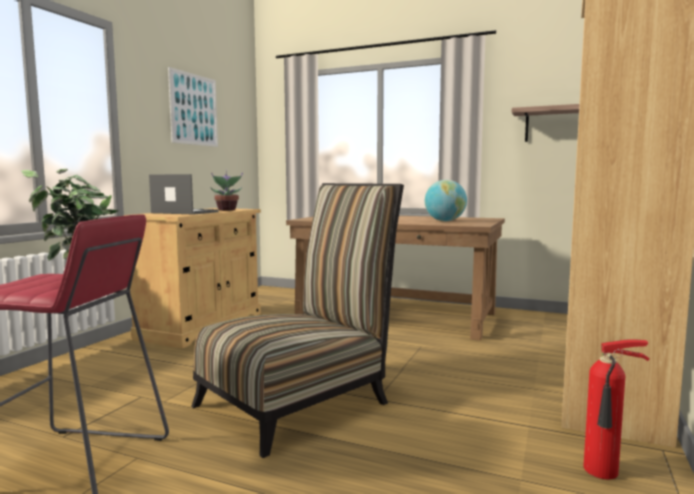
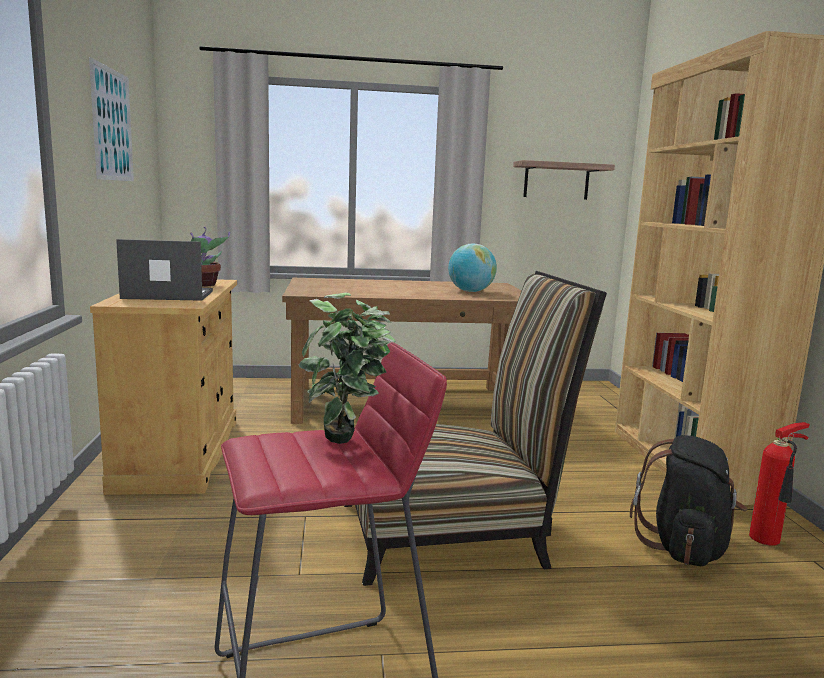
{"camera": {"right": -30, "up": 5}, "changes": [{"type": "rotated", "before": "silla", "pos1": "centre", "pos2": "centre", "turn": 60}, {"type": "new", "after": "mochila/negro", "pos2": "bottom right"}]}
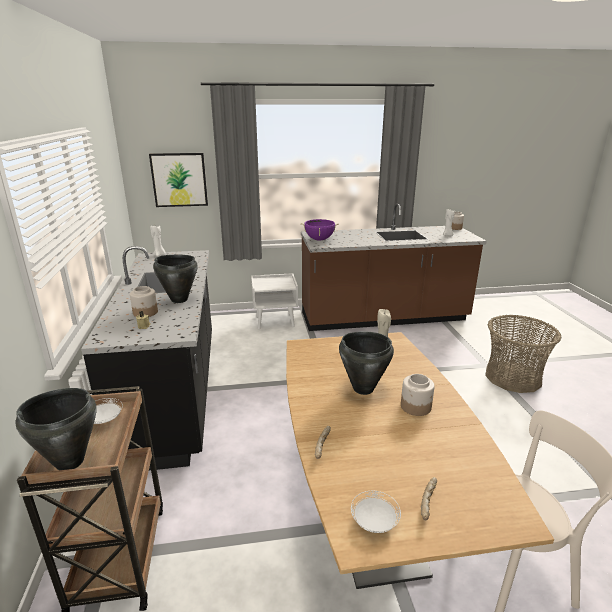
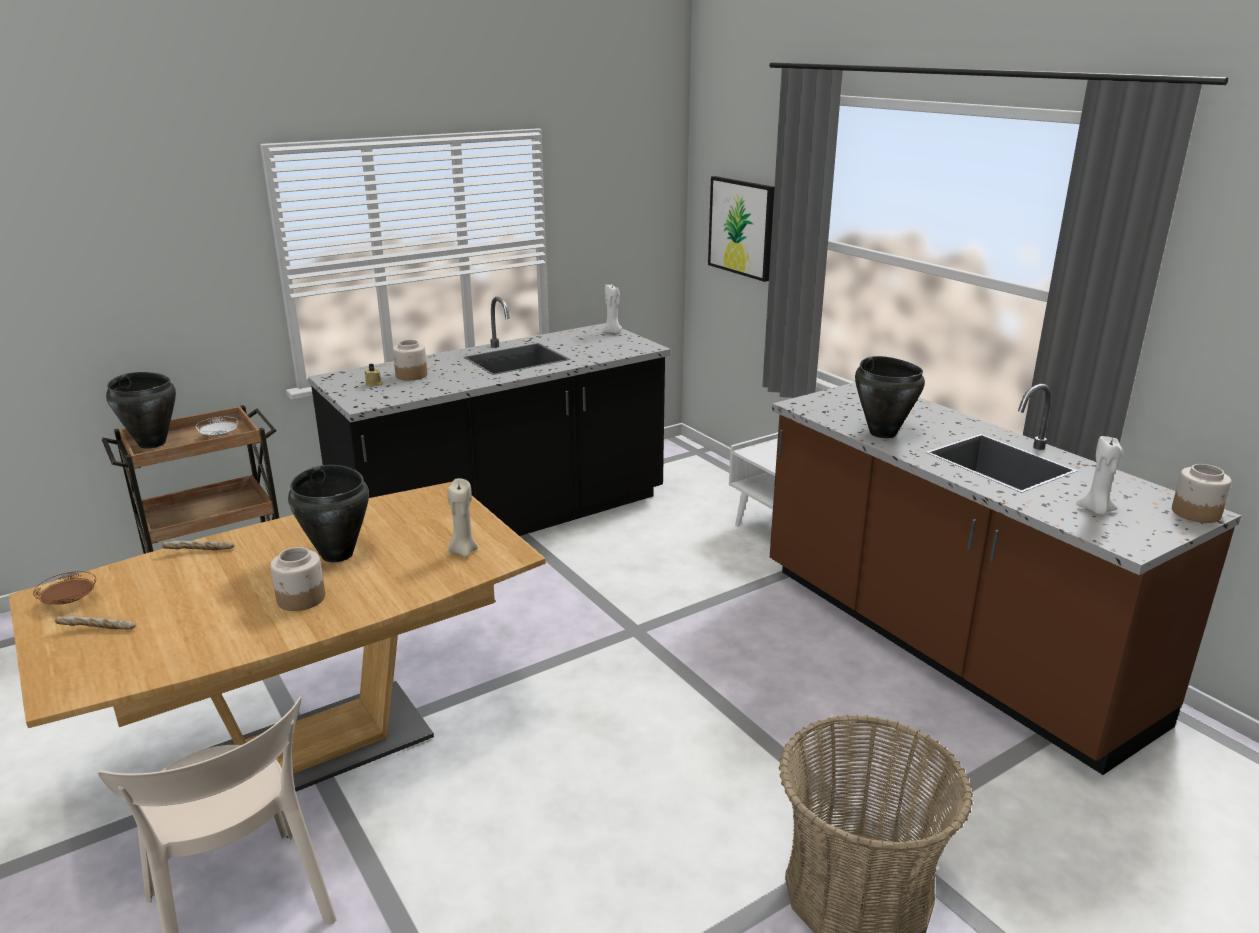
{"camera": {"right": 65, "up": 0}, "changes": [{"type": "shifted", "before": "olla/negro (no. 2 from left in the first image)", "after": "olla/negro (no. 3 from left)", "pos1": "middle left", "pos2": "middle right"}, {"type": "gone", "before": "olla/morado", "pos1": "centre"}, {"type": "repainted", "before": "plato/blanco (no. 2 from left)", "after": "plato/marrón", "pos1": "bottom centre", "pos2": "middle left"}]}
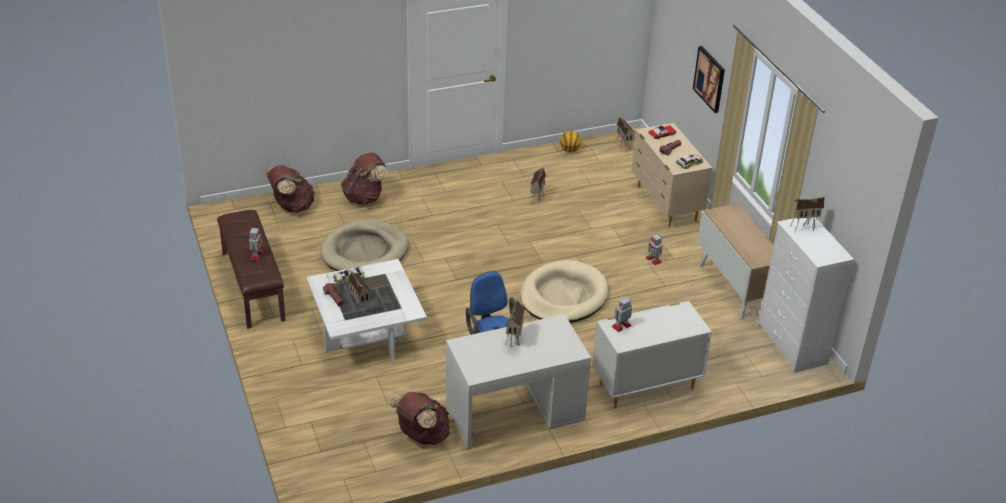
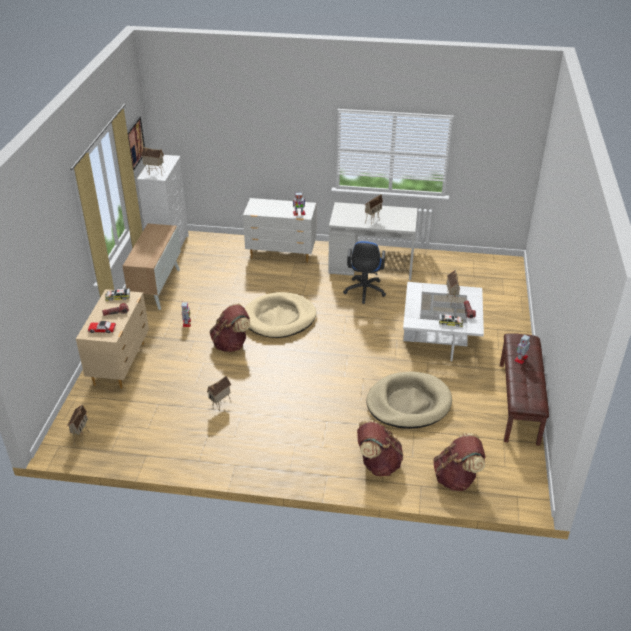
{"camera": {"right": -150, "up": 0}, "changes": [{"type": "shifted", "before": "mochila/marrón (no. 3 from left in the first image)", "after": "mochila/marrón (no. 1 from left)", "pos1": "bottom centre", "pos2": "centre"}, {"type": "gone", "before": "balón de baloncesto", "pos1": "top centre"}, {"type": "shifted", "before": "cuadro", "pos1": "top right", "pos2": "top left"}]}
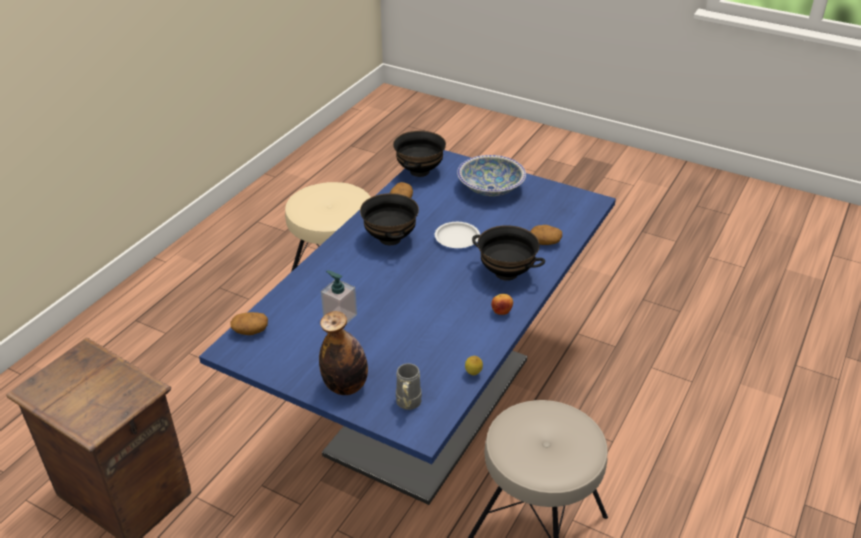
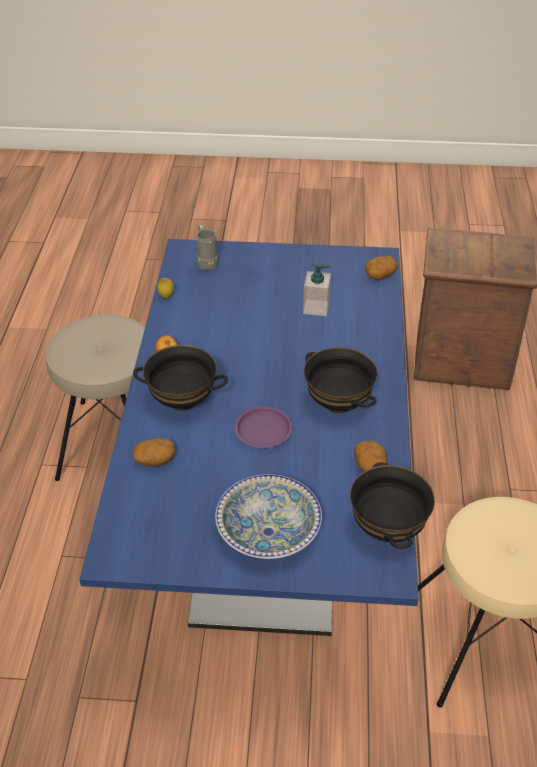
{"camera": {"right": 155, "up": 5}, "changes": [{"type": "gone", "before": "botella", "pos1": "centre"}, {"type": "repainted", "before": "plato/blanco", "after": "plato/morado", "pos1": "centre", "pos2": "centre"}]}
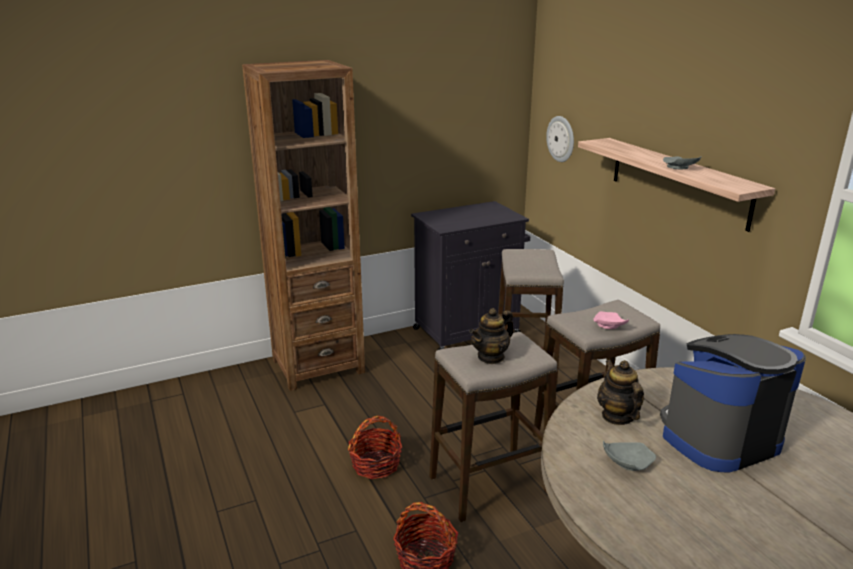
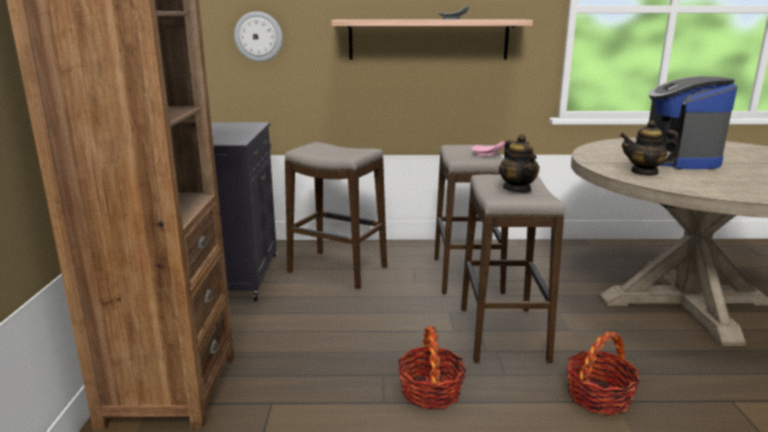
{"camera": {"right": -65, "up": -5}, "changes": [{"type": "gone", "before": "plato/gris (no. 1 from left)", "pos1": "bottom right"}]}
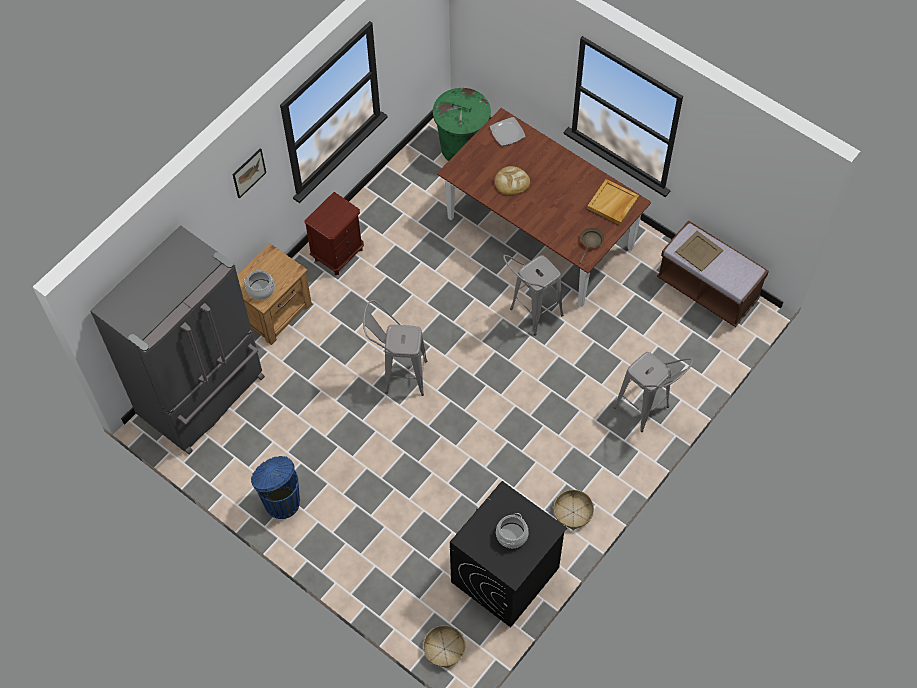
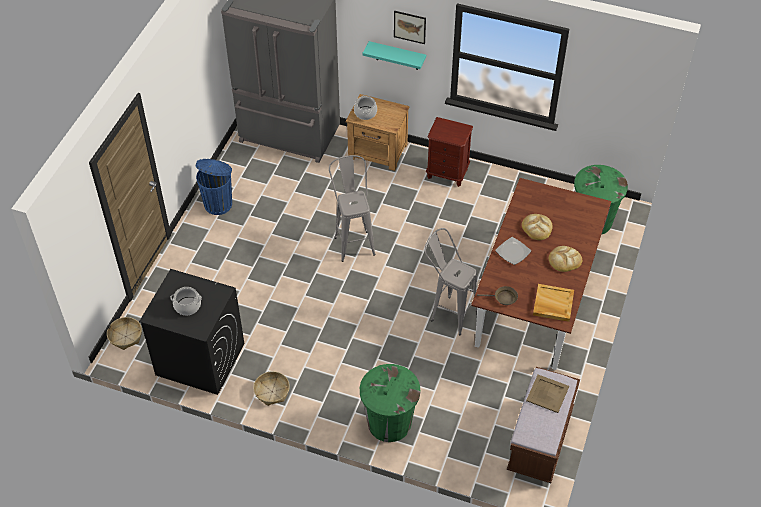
{"camera": {"right": 70, "up": -10}, "changes": [{"type": "shifted", "before": "plato", "pos1": "top centre", "pos2": "middle right"}, {"type": "swapped", "before": "taburete/gris (no. 3 from left)", "after": "papelera/verde (no. 1 from left)", "pos1": "middle right", "pos2": "bottom centre"}, {"type": "new", "after": "estante/turquesa", "pos2": "top centre"}, {"type": "new", "after": "pan (no. 2 from left)", "pos2": "middle right"}]}
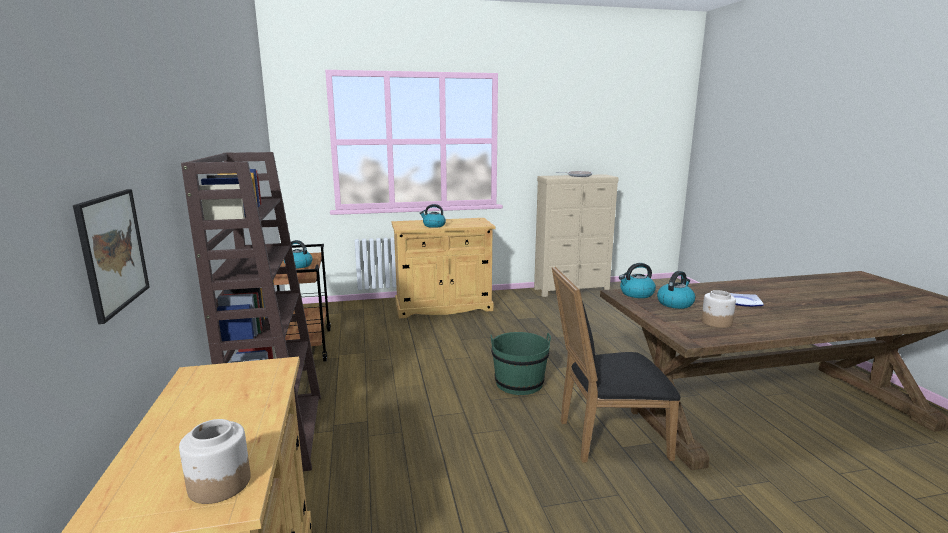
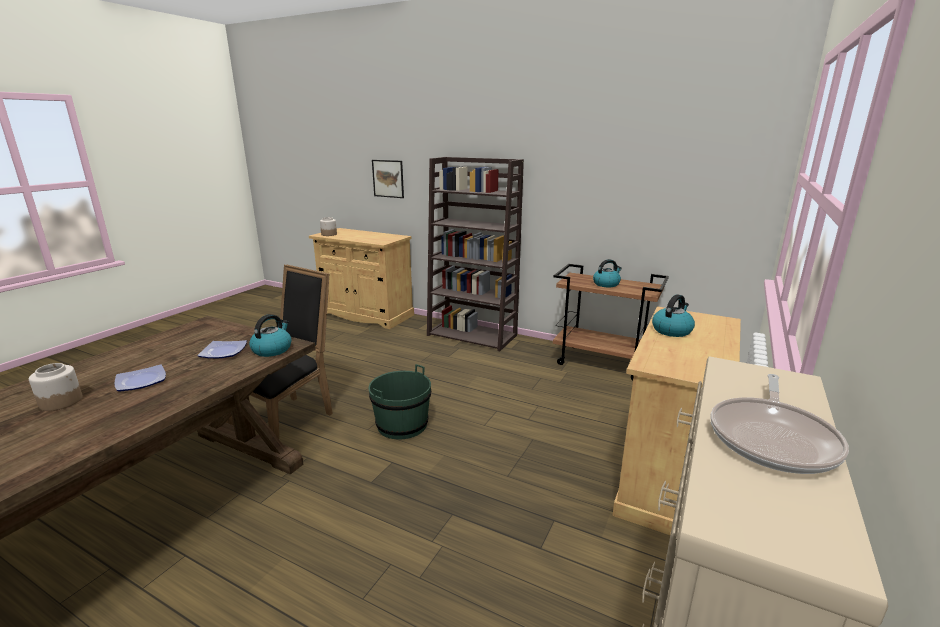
{"camera": {"right": 130, "up": 5}, "changes": [{"type": "swapped", "before": "hervidor (no. 4 from left)", "after": "plato (no. 2 from left)", "pos1": "middle right", "pos2": "middle left"}, {"type": "shifted", "before": "tarro (no. 2 from left in the first image)", "after": "tarro (no. 1 from left)", "pos1": "middle right", "pos2": "middle left"}]}
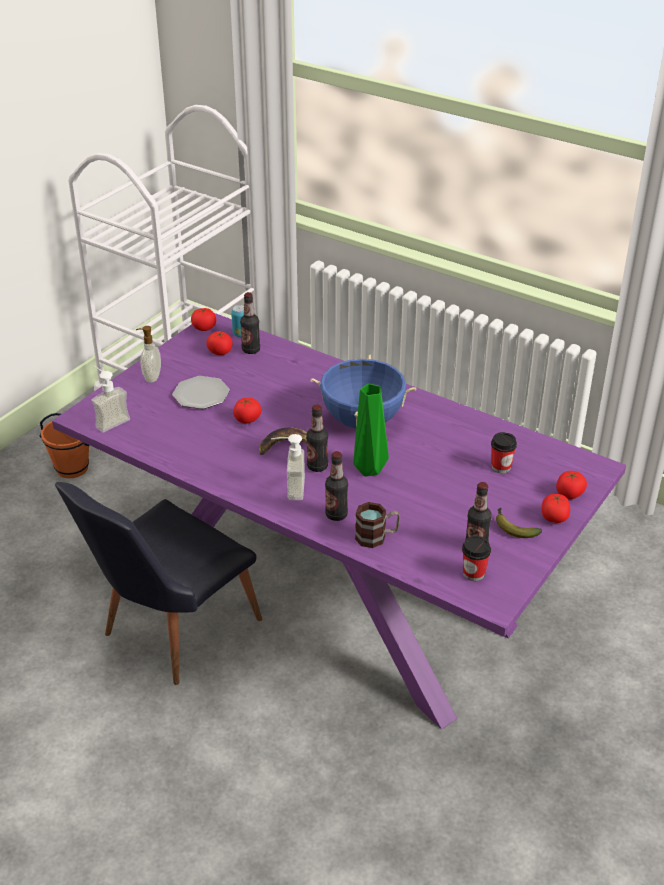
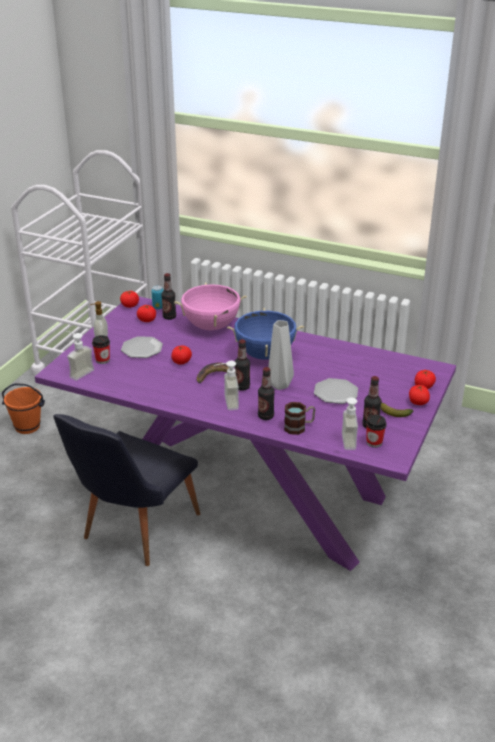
{"camera": {"right": -10, "up": -5}, "changes": [{"type": "repainted", "before": "florero/verde", "after": "florero/gris", "pos1": "centre", "pos2": "centre"}, {"type": "shifted", "before": "taza (no. 2 from left in the first image)", "after": "taza (no. 1 from left)", "pos1": "middle right", "pos2": "middle left"}, {"type": "new", "after": "olla/rosa", "pos2": "centre"}, {"type": "new", "after": "plato (no. 2 from left)", "pos2": "middle right"}, {"type": "new", "after": "dispensador de jabón (no. 4 from left)", "pos2": "middle right"}]}
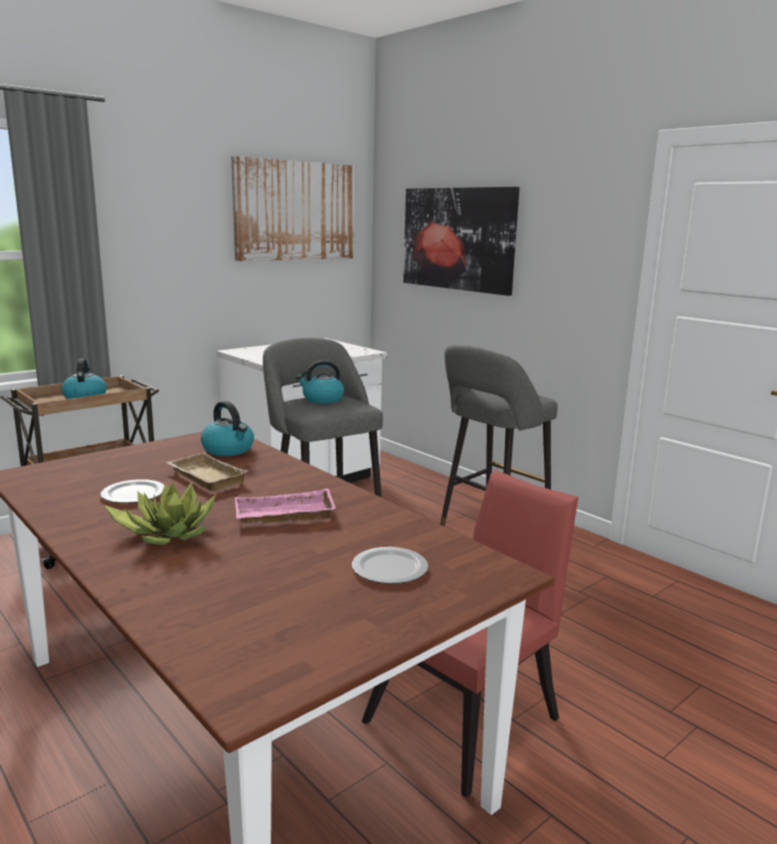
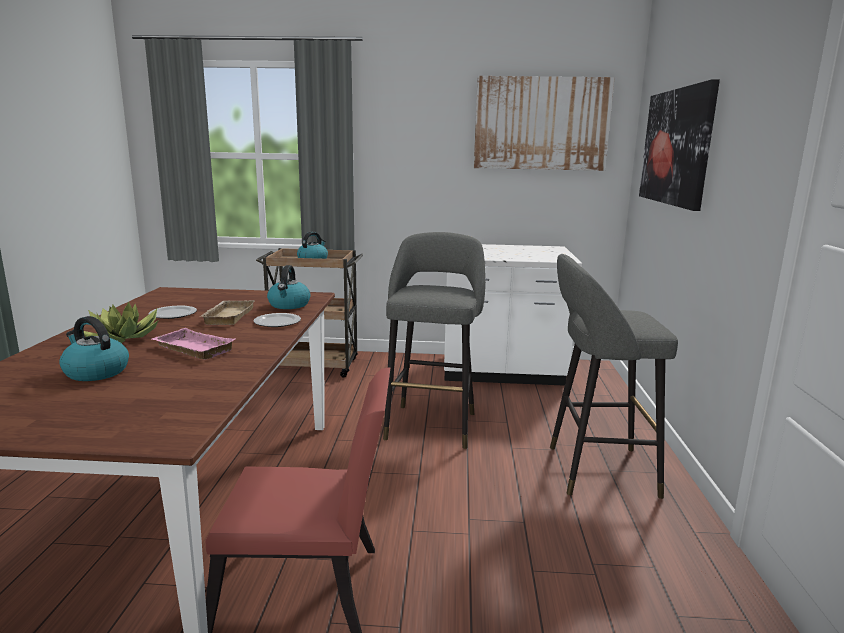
{"camera": {"right": 45, "up": 0}, "changes": [{"type": "shifted", "before": "hervidor (no. 3 from left in the first image)", "after": "hervidor (no. 1 from left)", "pos1": "centre", "pos2": "middle left"}, {"type": "shifted", "before": "plato (no. 2 from left)", "pos1": "bottom centre", "pos2": "middle left"}]}
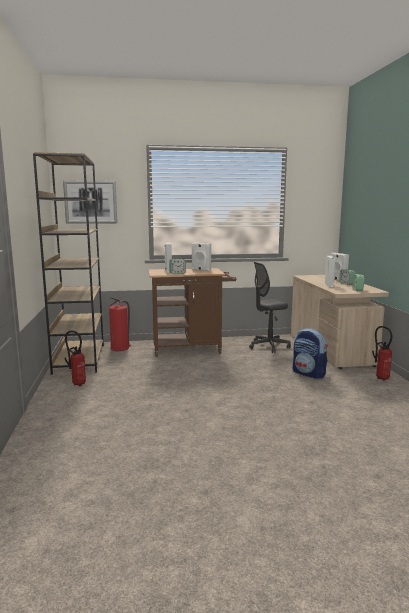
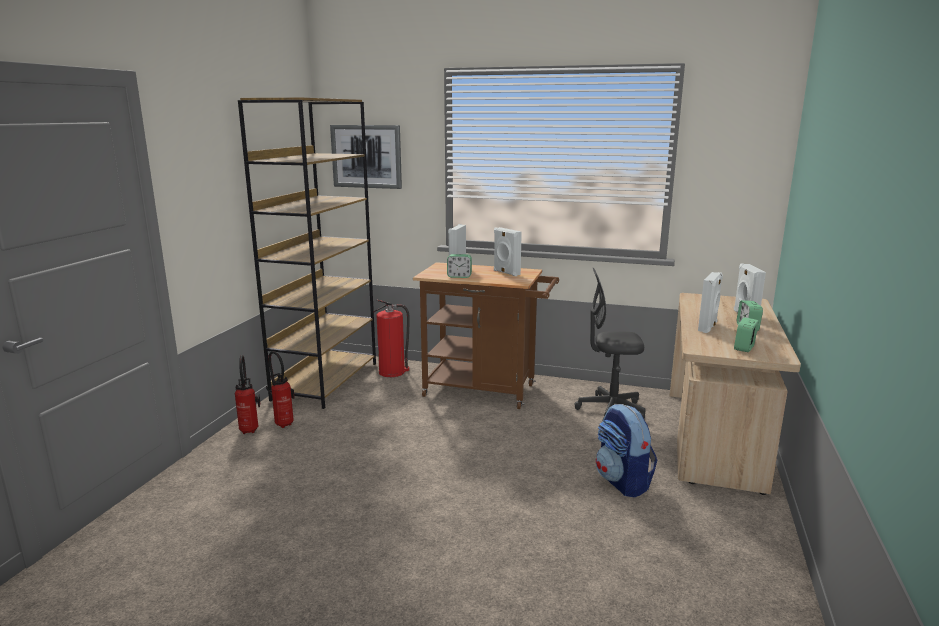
{"camera": {"right": 25, "up": 5}, "changes": [{"type": "shifted", "before": "extintor (no. 3 from left in the first image)", "after": "extintor (no. 1 from left)", "pos1": "middle right", "pos2": "middle left"}]}
